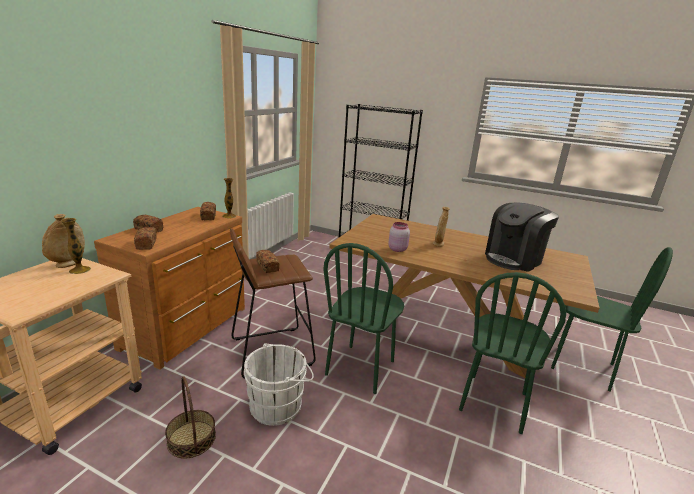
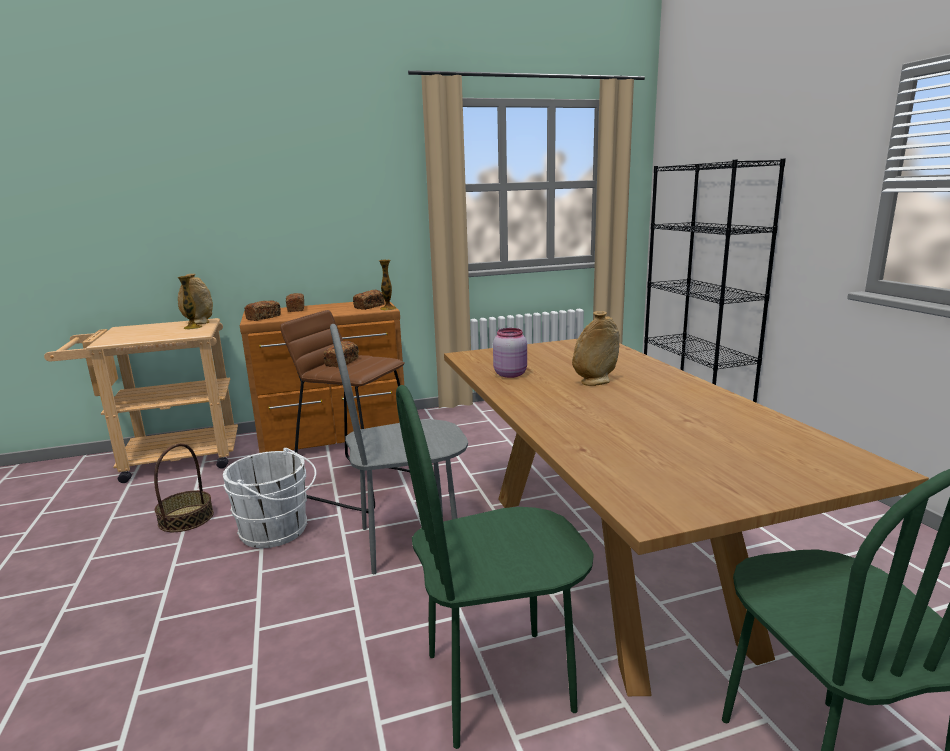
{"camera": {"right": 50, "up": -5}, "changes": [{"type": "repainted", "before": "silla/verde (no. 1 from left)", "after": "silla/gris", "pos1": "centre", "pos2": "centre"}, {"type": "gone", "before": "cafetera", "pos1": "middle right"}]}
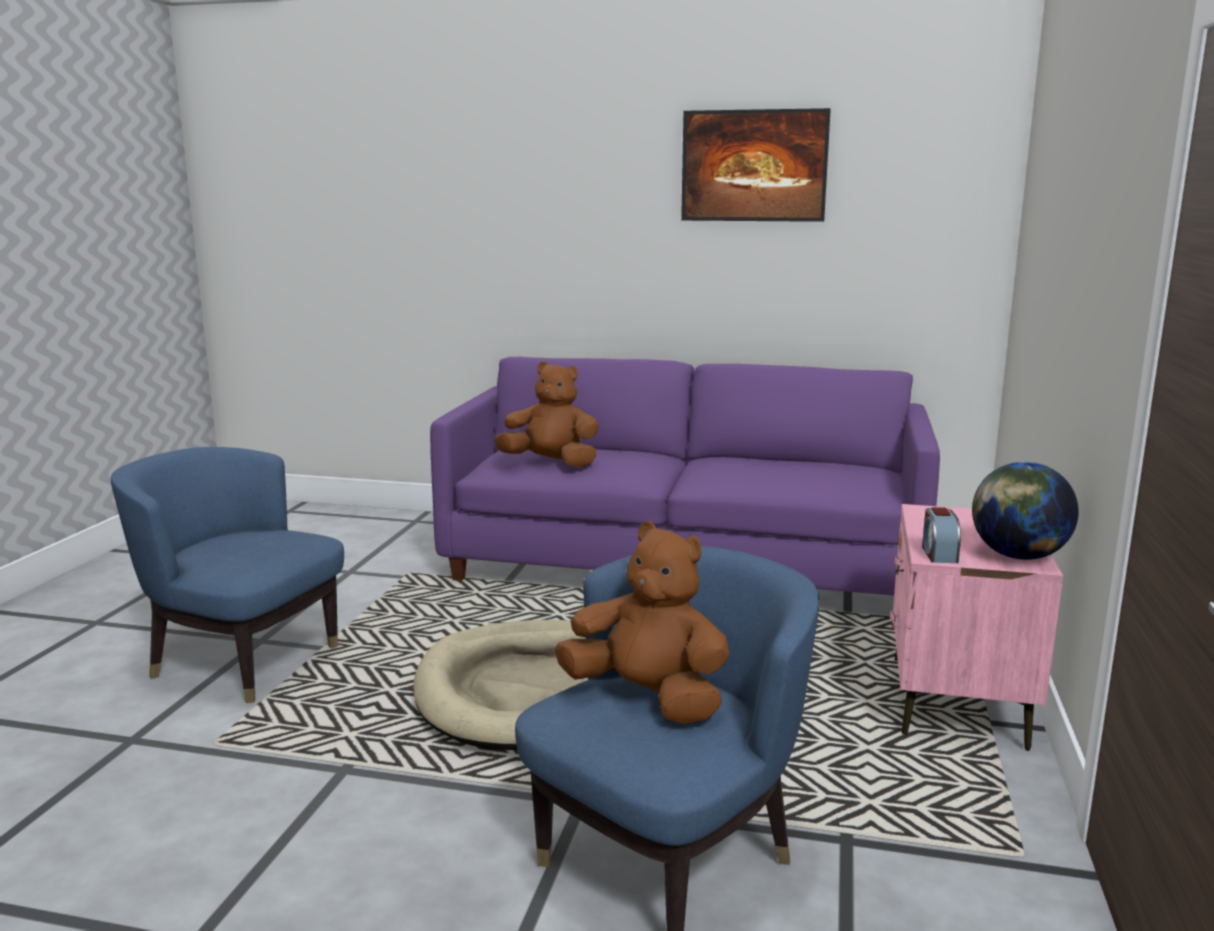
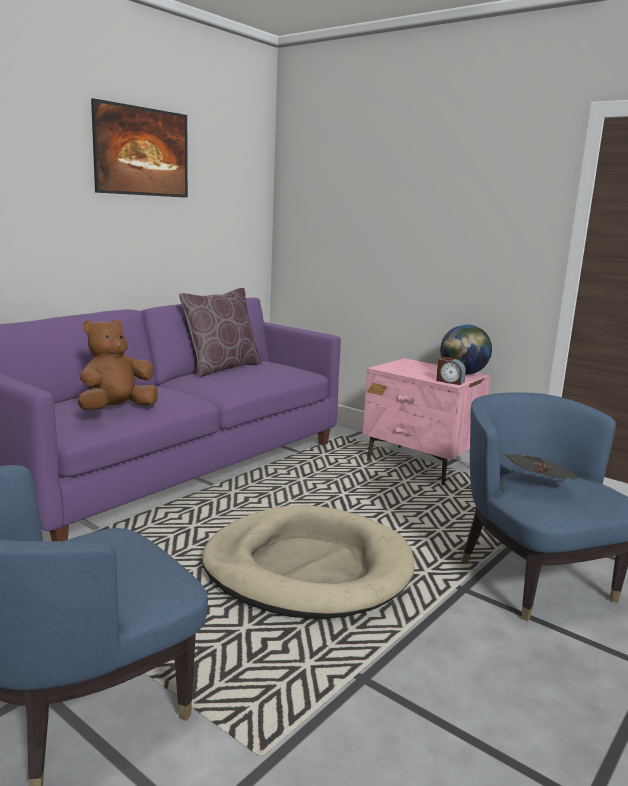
{"camera": {"right": -65, "up": 0}, "changes": [{"type": "swapped", "before": "peluche/marrón (no. 2 from left)", "after": "periódico", "pos1": "bottom centre", "pos2": "middle right"}, {"type": "new", "after": "cojín/marrón", "pos2": "centre"}]}
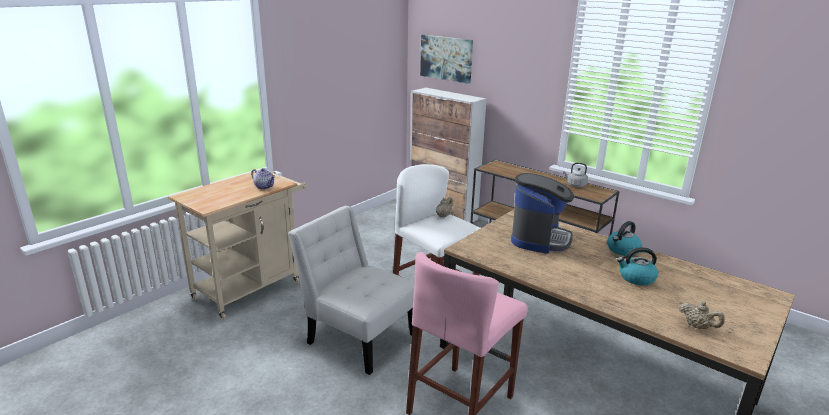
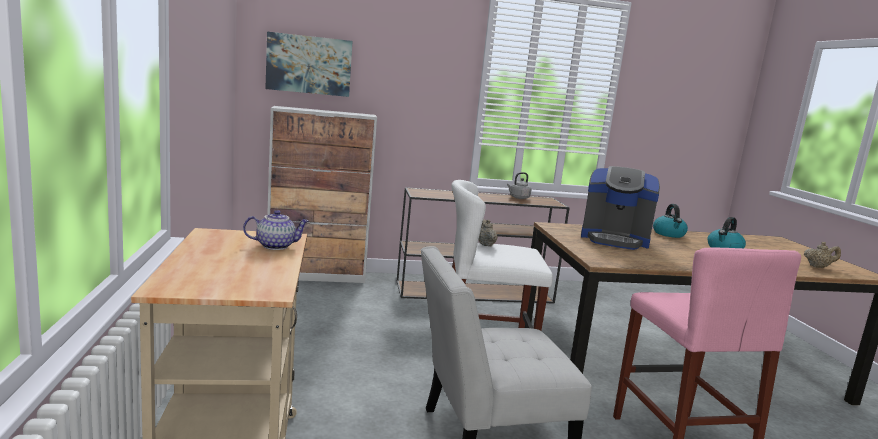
{"camera": {"right": -50, "up": -10}, "changes": [{"type": "rotated", "before": "cafetera", "pos1": "centre", "pos2": "middle right", "turn": 135}]}
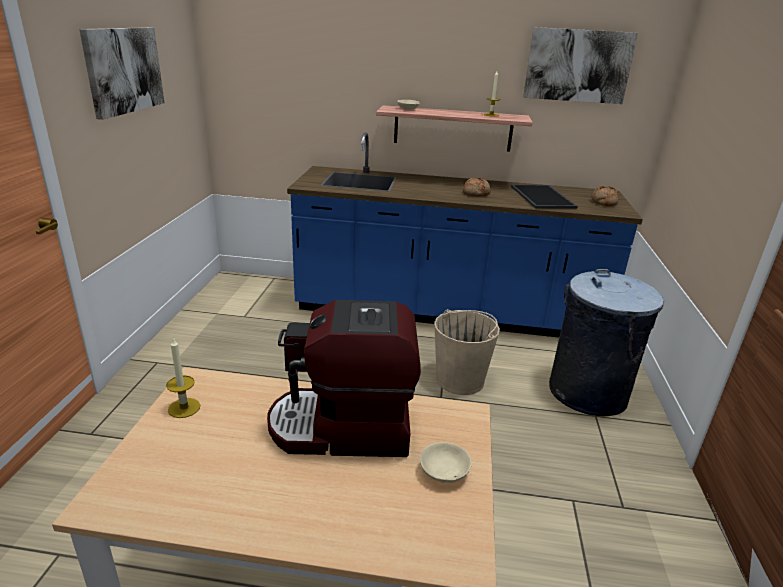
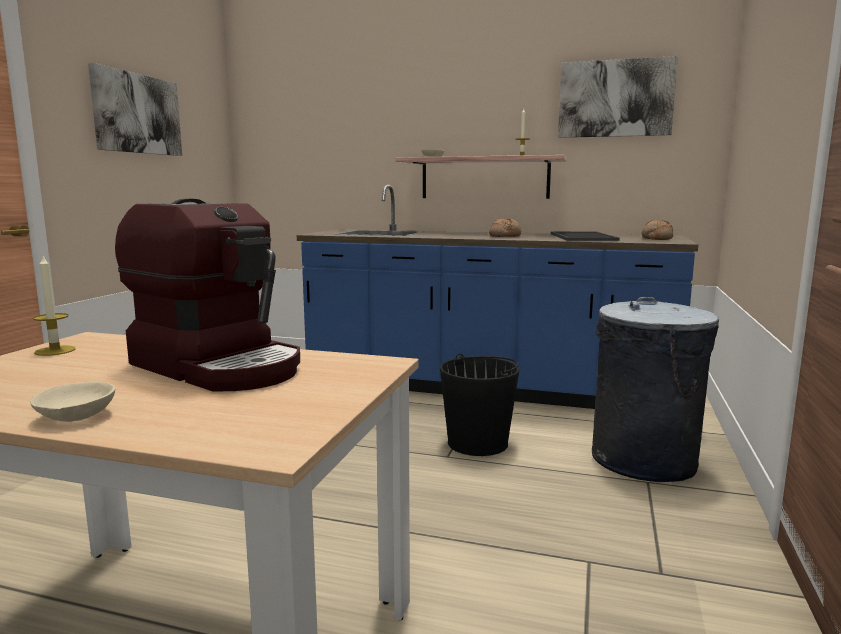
{"camera": {"right": 10, "up": -15}, "changes": [{"type": "rotated", "before": "cafetera", "pos1": "centre", "pos2": "middle left", "turn": -150}, {"type": "shifted", "before": "cuenco/beis (no. 2 from left in the first image)", "after": "cuenco/beis (no. 1 from left)", "pos1": "bottom centre", "pos2": "middle left"}, {"type": "repainted", "before": "cubo/beis", "after": "cubo/negro", "pos1": "centre", "pos2": "centre"}]}
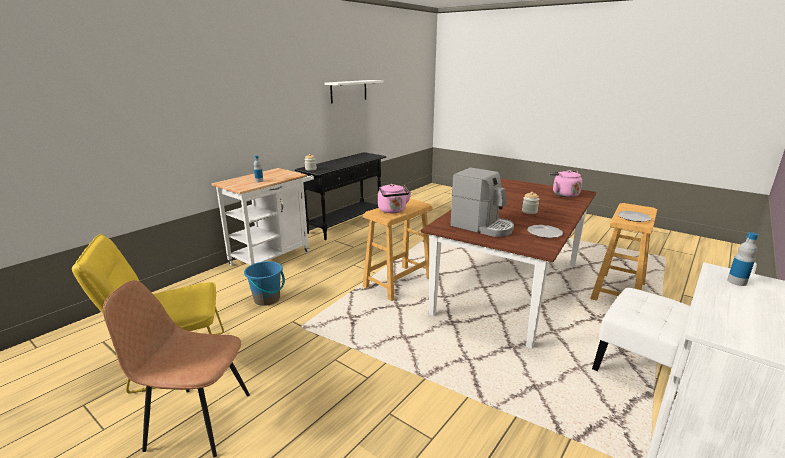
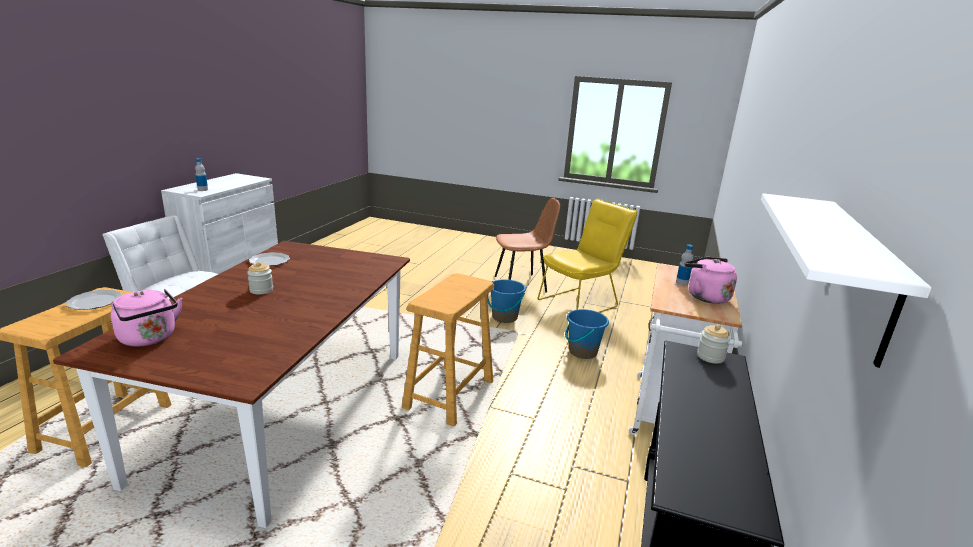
{"camera": {"right": 160, "up": 0}, "changes": [{"type": "shifted", "before": "hervidor/rosa (no. 1 from left in the first image)", "after": "hervidor/rosa (no. 2 from left)", "pos1": "centre", "pos2": "middle right"}, {"type": "gone", "before": "cafetera", "pos1": "centre"}, {"type": "new", "after": "cubo/azul (no. 1 from left)", "pos2": "centre"}]}
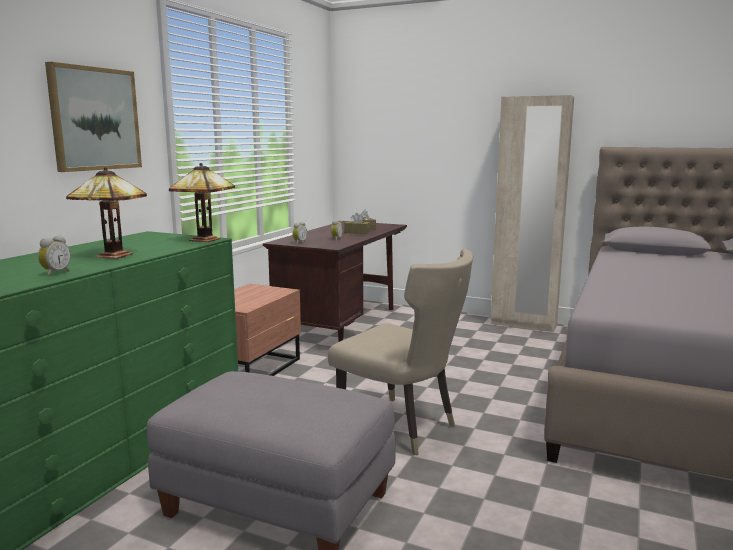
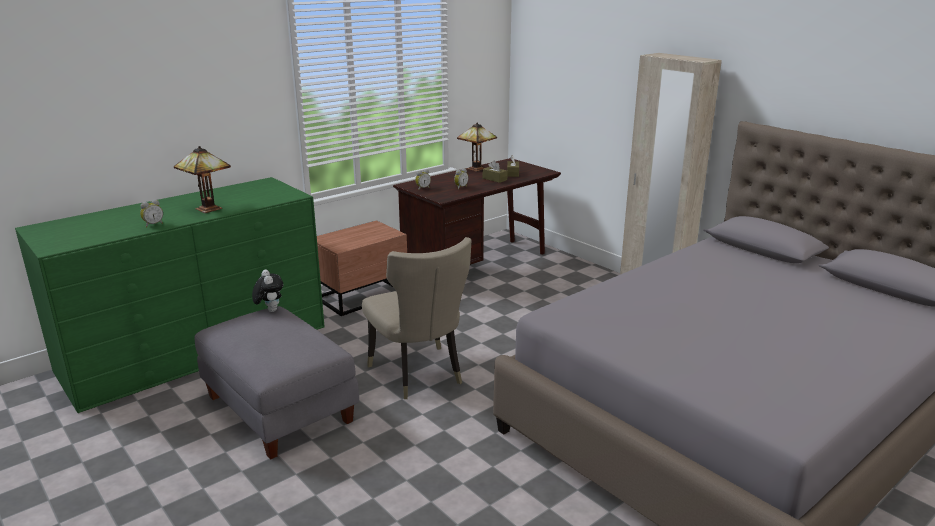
{"camera": {"right": 25, "up": 10}, "changes": [{"type": "gone", "before": "cuadro", "pos1": "top left"}, {"type": "shifted", "before": "lámpara de mesa (no. 2 from left)", "pos1": "middle left", "pos2": "top centre"}, {"type": "new", "after": "peluche", "pos2": "middle left"}]}
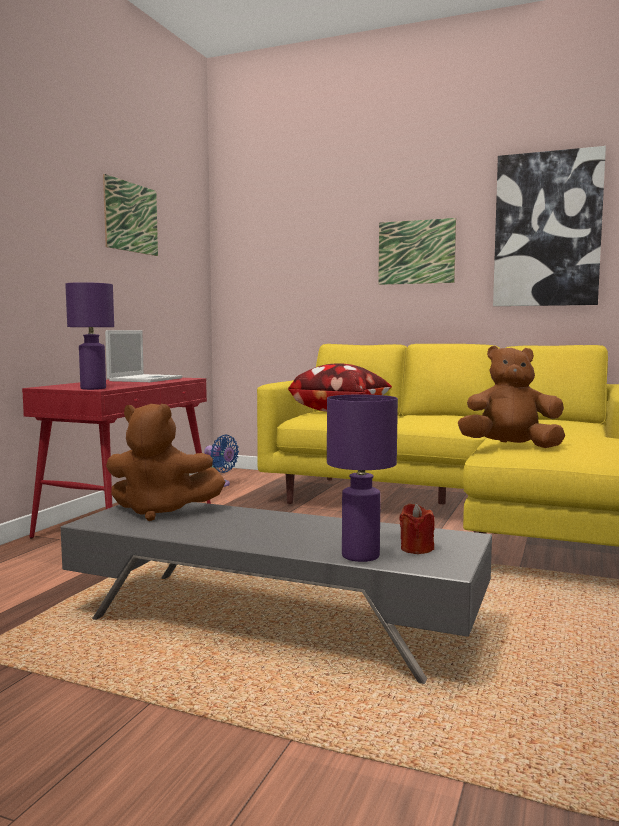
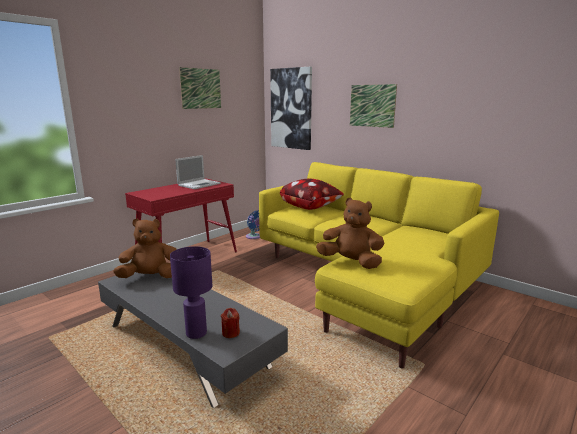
{"camera": {"right": 20, "up": 10}, "changes": [{"type": "gone", "before": "lámpara de mesa/morado (no. 1 from left)", "pos1": "middle left"}, {"type": "rotated", "before": "peluche/marrón (no. 1 from left)", "pos1": "middle left", "pos2": "middle left", "turn": 135}, {"type": "shifted", "before": "cuadro (no. 3 from left in the first image)", "after": "cuadro (no. 2 from left)", "pos1": "top right", "pos2": "top centre"}]}
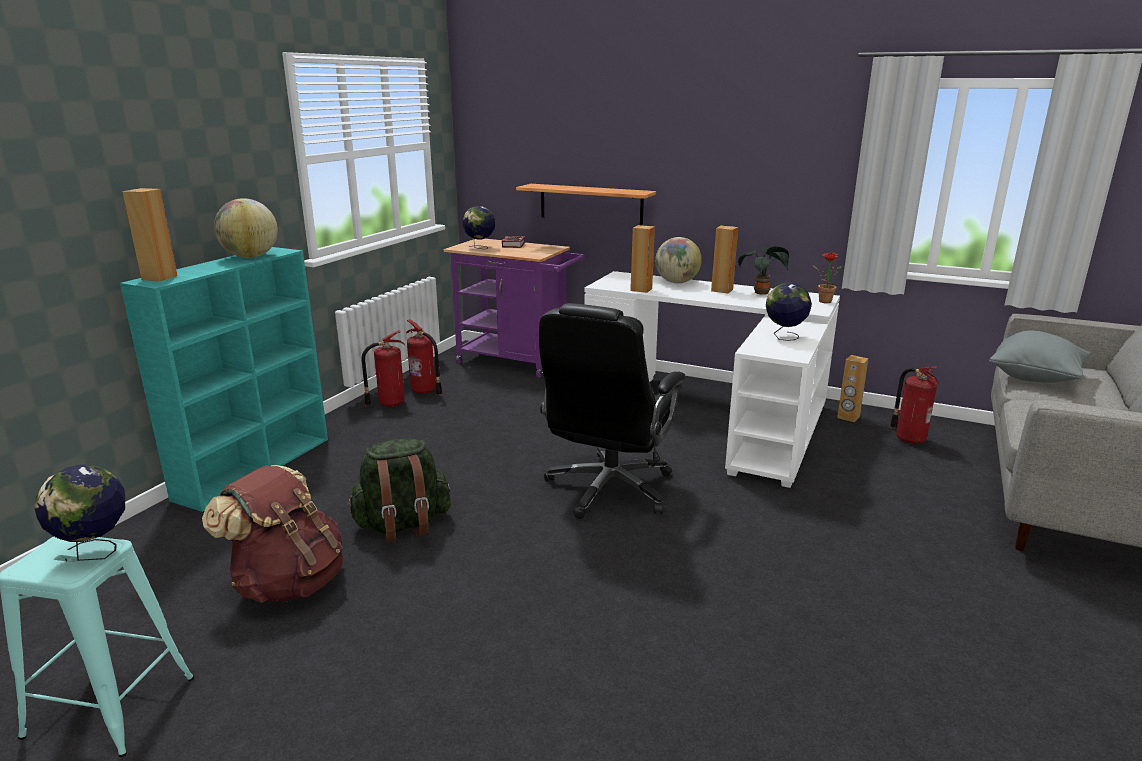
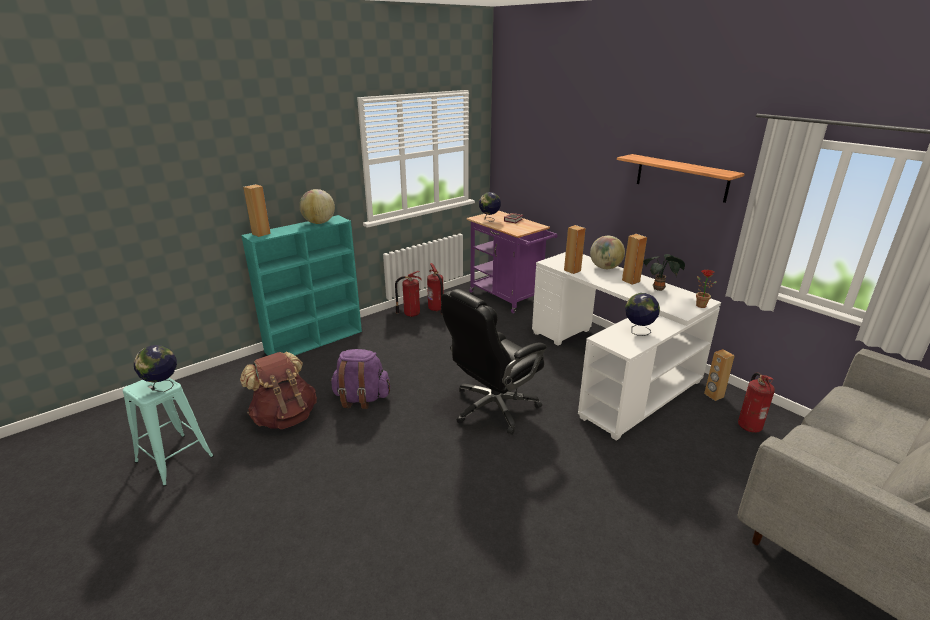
{"camera": {"right": 25, "up": 5}, "changes": [{"type": "repainted", "before": "mochila/verde", "after": "mochila/morado", "pos1": "centre", "pos2": "centre"}, {"type": "shifted", "before": "estante", "pos1": "top centre", "pos2": "top right"}, {"type": "gone", "before": "cojín/gris", "pos1": "middle right"}]}
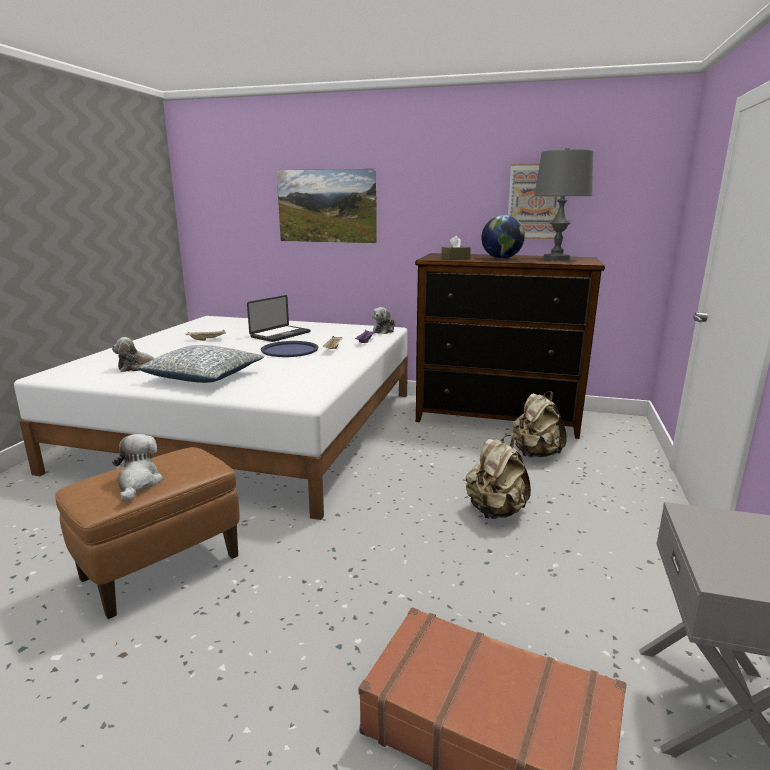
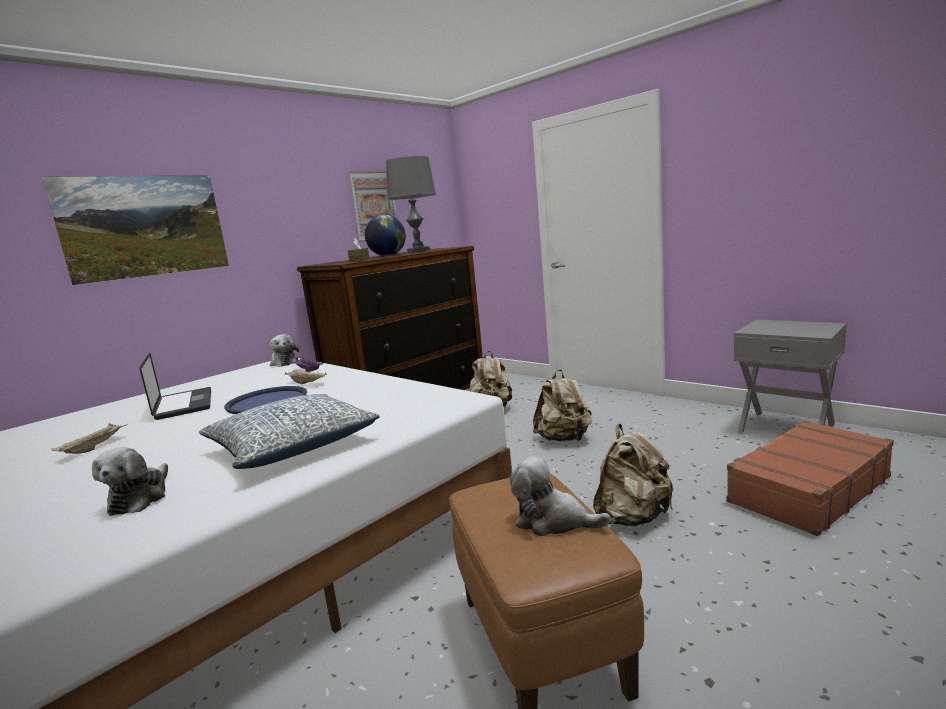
{"camera": {"right": -60, "up": -5}, "changes": [{"type": "new", "after": "mochila/beis (no. 3 from left)", "pos2": "bottom right"}]}
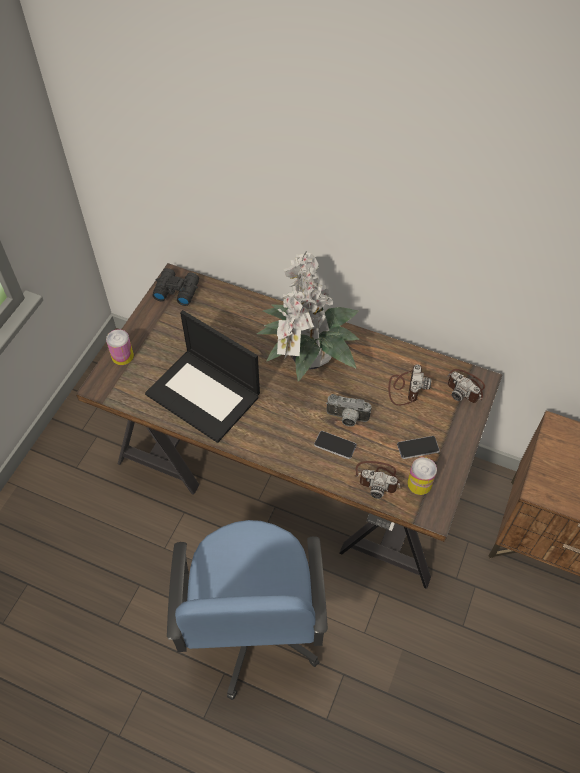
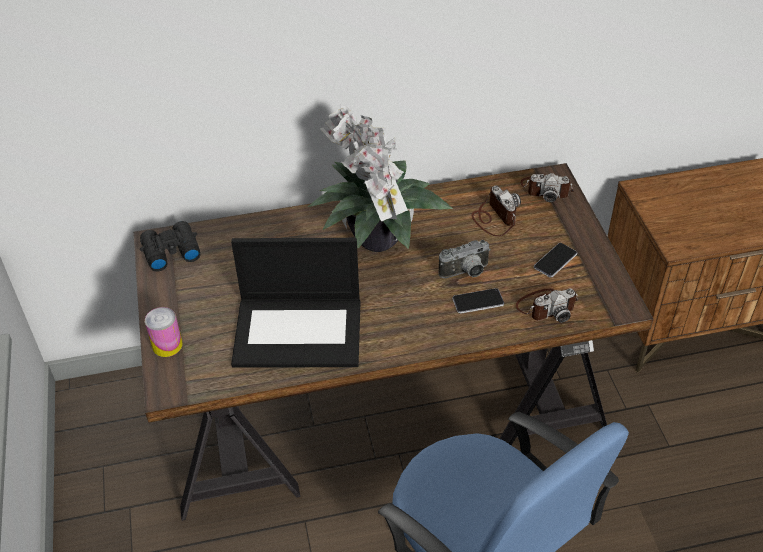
{"camera": {"right": -35, "up": -10}, "changes": [{"type": "gone", "before": "lata (no. 2 from left)", "pos1": "middle right"}]}
